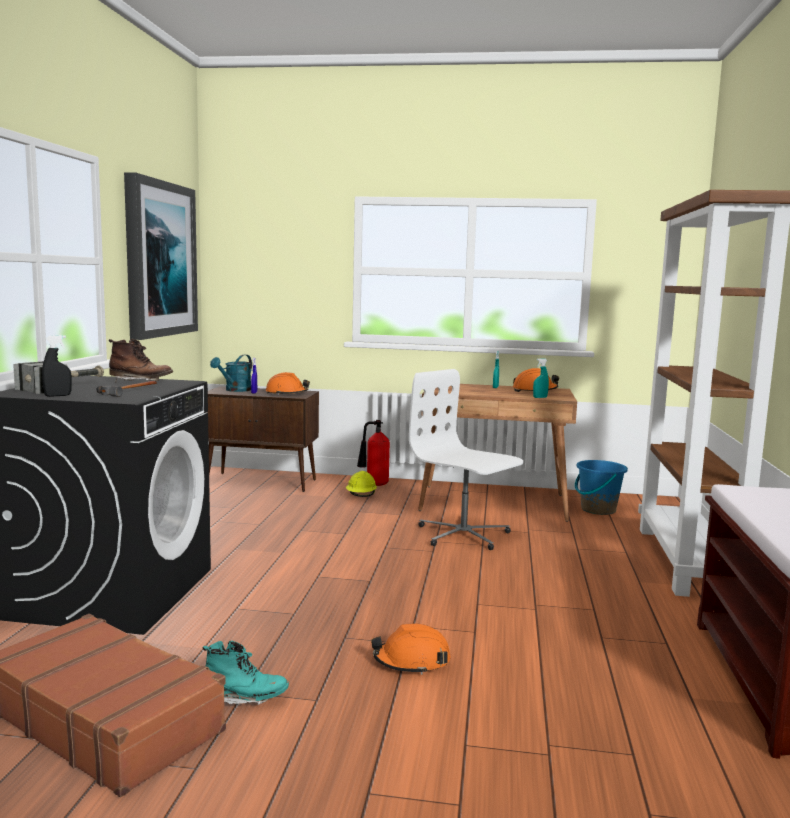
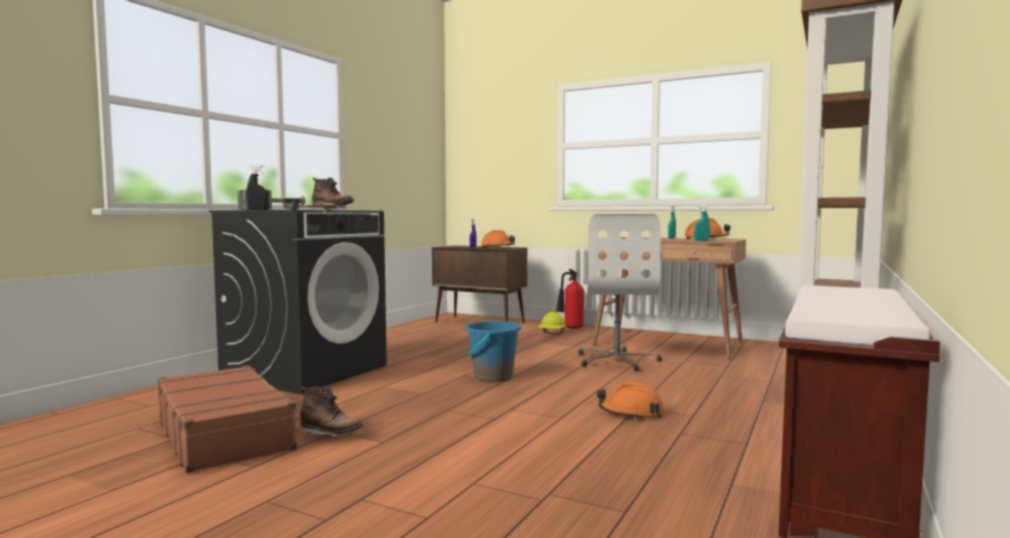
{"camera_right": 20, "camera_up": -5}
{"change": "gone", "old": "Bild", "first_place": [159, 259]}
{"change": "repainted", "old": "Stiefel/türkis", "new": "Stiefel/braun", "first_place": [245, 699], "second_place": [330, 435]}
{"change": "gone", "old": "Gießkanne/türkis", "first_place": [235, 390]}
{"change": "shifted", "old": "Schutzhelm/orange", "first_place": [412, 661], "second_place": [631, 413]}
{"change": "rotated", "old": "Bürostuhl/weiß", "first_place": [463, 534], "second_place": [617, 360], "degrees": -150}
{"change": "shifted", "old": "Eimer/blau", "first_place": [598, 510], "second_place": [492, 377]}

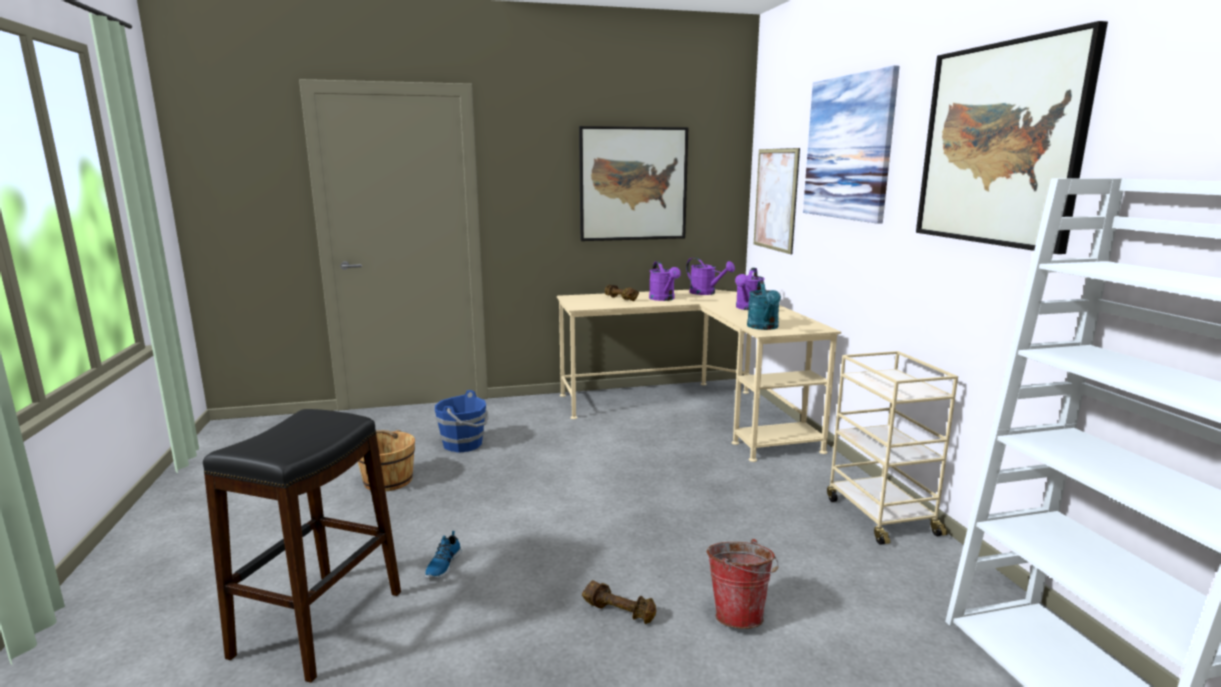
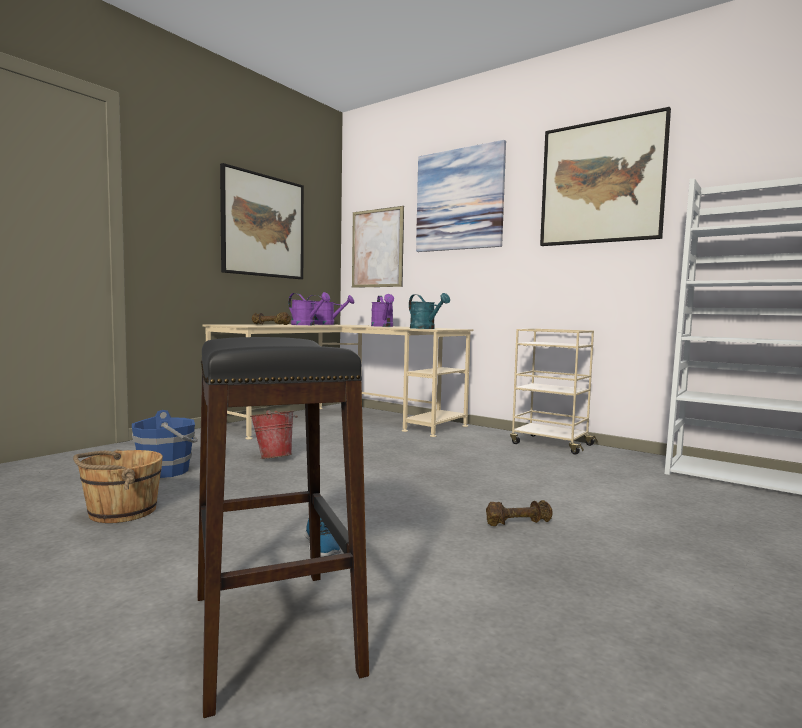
{"camera_right": -40, "camera_up": -10}
{"change": "shifted", "old": "Eimer", "first_place": [739, 614], "second_place": [274, 457]}

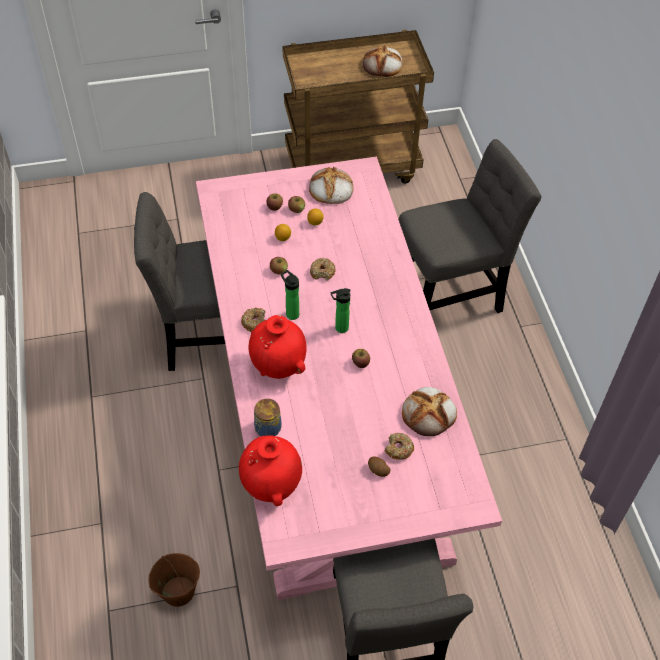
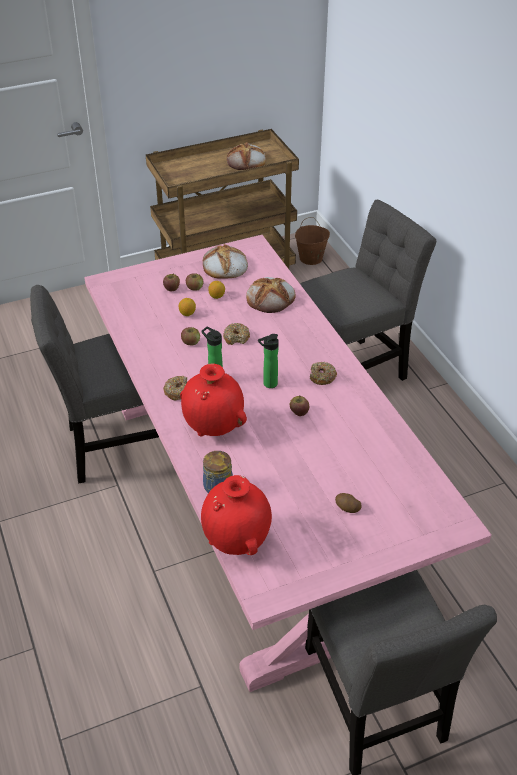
{"camera_right": -10, "camera_up": -10}
{"change": "shifted", "old": "Eimer/braun", "first_place": [178, 591], "second_place": [310, 258]}
{"change": "shifted", "old": "Donut", "first_place": [398, 449], "second_place": [322, 377]}
{"change": "shifted", "old": "Brot", "first_place": [429, 414], "second_place": [271, 298]}

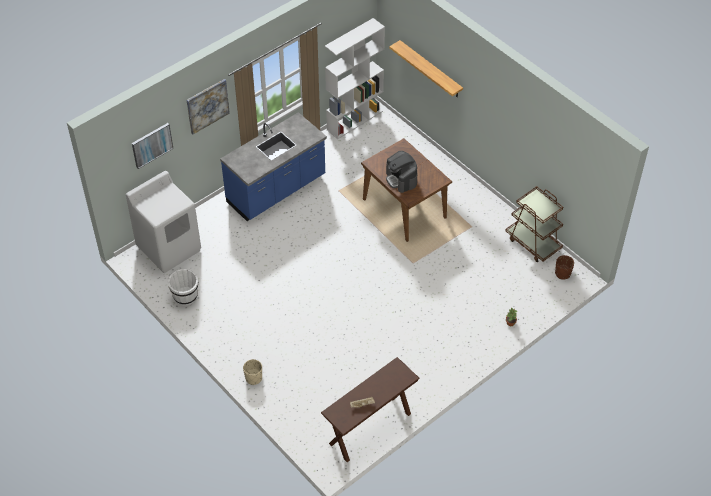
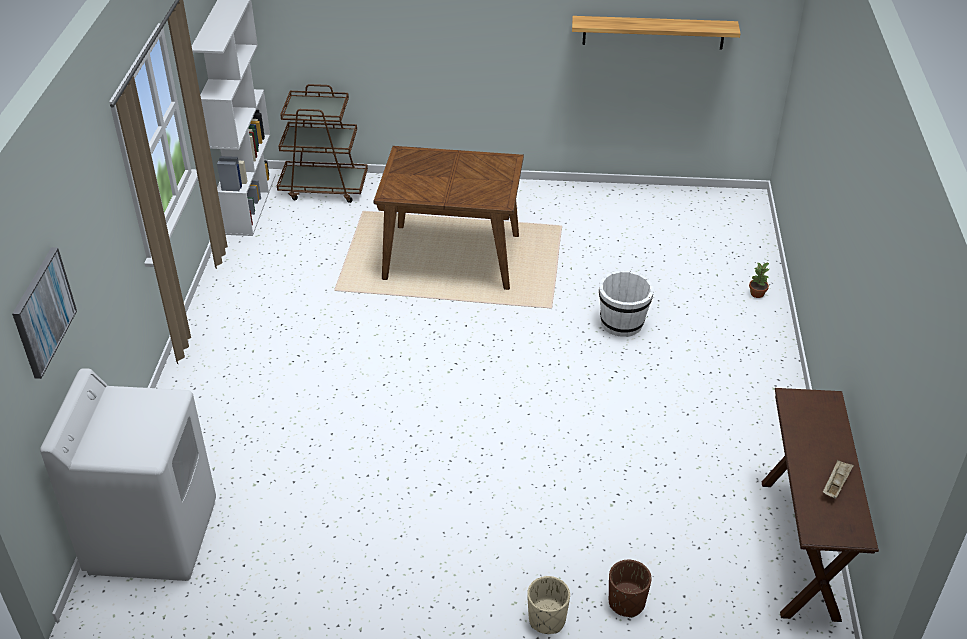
{"camera_right": -45, "camera_up": -10}
{"change": "shifted", "old": "Eimer/weiß", "first_place": [185, 297], "second_place": [622, 323]}
{"change": "gone", "old": "Bild", "first_place": [207, 106]}
{"change": "gone", "old": "Küchenzeile/blau", "first_place": [276, 190]}
{"change": "gone", "old": "Kaffeemaschine", "first_place": [401, 179]}
{"change": "shifted", "old": "Wandregal", "first_place": [430, 69], "second_place": [653, 32]}
{"change": "shifted", "old": "Rollwagen/braun", "first_place": [533, 243], "second_place": [324, 187]}
{"change": "shifted", "old": "Pflanzkübel/braun", "first_place": [562, 273], "second_place": [626, 602]}

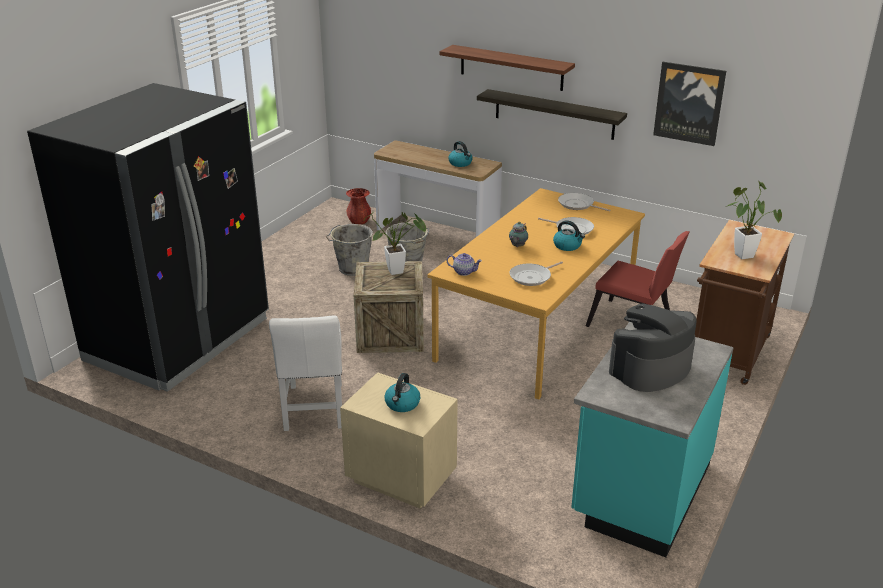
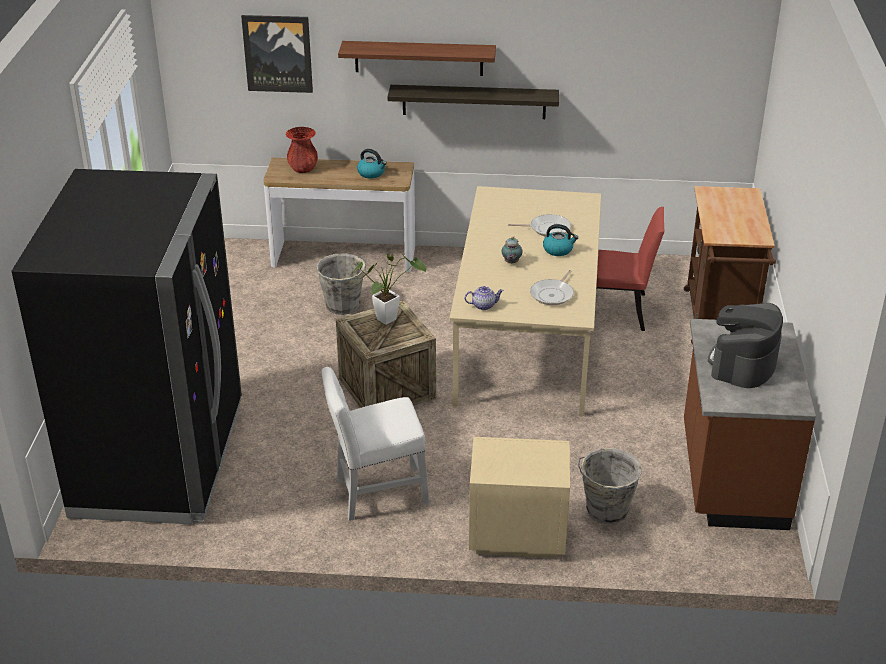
{"camera_right": -25, "camera_up": 5}
{"change": "rotated", "old": "Stuhl/weiß", "first_place": [314, 410], "second_place": [376, 493], "degrees": 105}
{"change": "shifted", "old": "Eimer/grau", "first_place": [352, 269], "second_place": [605, 511]}
{"change": "shifted", "old": "Vase/rot", "first_place": [359, 221], "second_place": [303, 169]}
{"change": "gone", "old": "Wasserkessel", "first_place": [402, 404]}
{"change": "repainted", "old": "Esstisch/orange", "new": "Esstisch/beige", "first_place": [536, 325], "second_place": [525, 337]}
{"change": "gone", "old": "Pfanne", "first_place": [577, 205]}
{"change": "repainted", "old": "Küchenzeile/türkis", "new": "Küchenzeile/braun", "first_place": [640, 491], "second_place": [731, 477]}
{"change": "shifted", "old": "Bild", "first_place": [689, 103], "second_place": [278, 53]}
{"change": "gone", "old": "Topfpflanze", "first_place": [741, 253]}

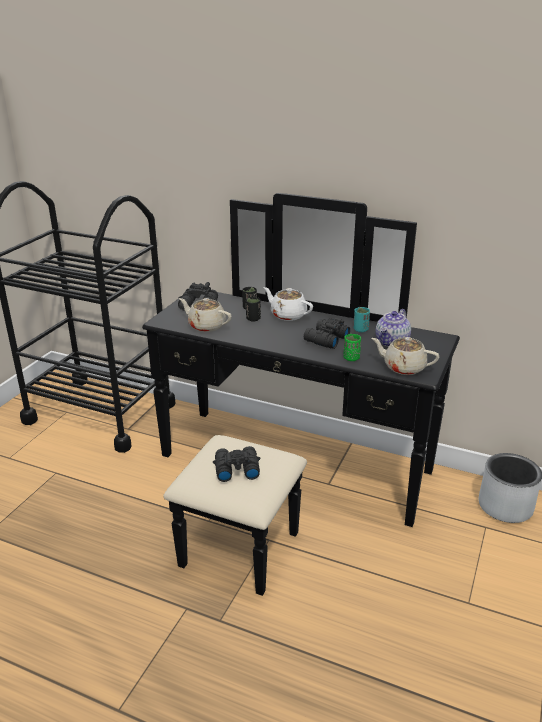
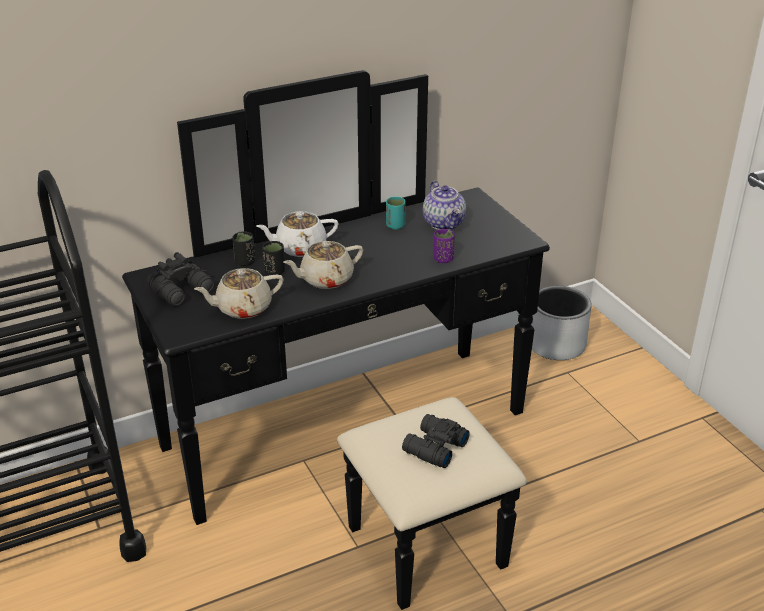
{"camera_right": -50, "camera_up": 5}
{"change": "gone", "old": "Fernglas/schwarz", "first_place": [325, 339]}
{"change": "repainted", "old": "Tasse/grün", "new": "Tasse/lila", "first_place": [351, 358], "second_place": [443, 259]}
{"change": "shifted", "old": "Teekanne/beige", "first_place": [403, 367], "second_place": [325, 279]}

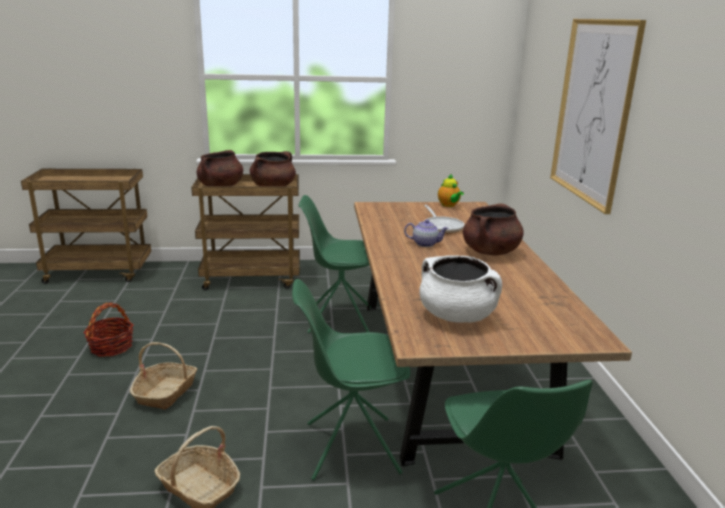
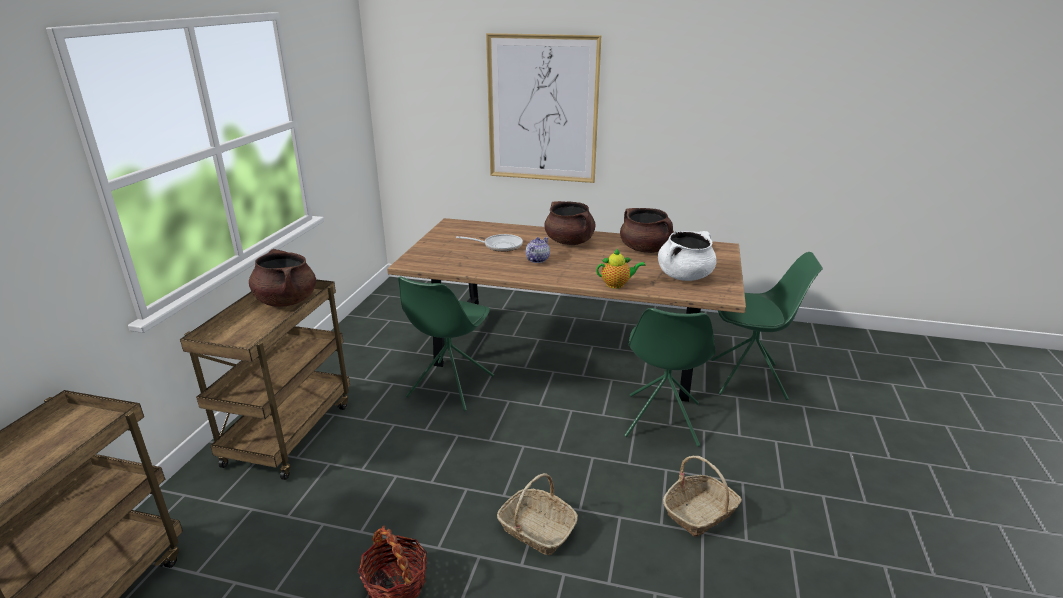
{"camera_right": -70, "camera_up": 5}
{"change": "shifted", "old": "Kochtopf/braun", "first_place": [220, 186], "second_place": [645, 249]}
{"change": "shifted", "old": "Teekanne", "first_place": [449, 205], "second_place": [617, 285]}

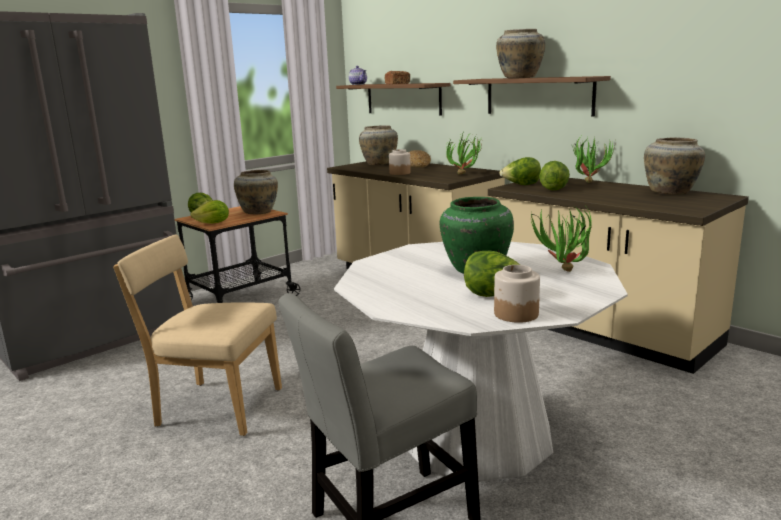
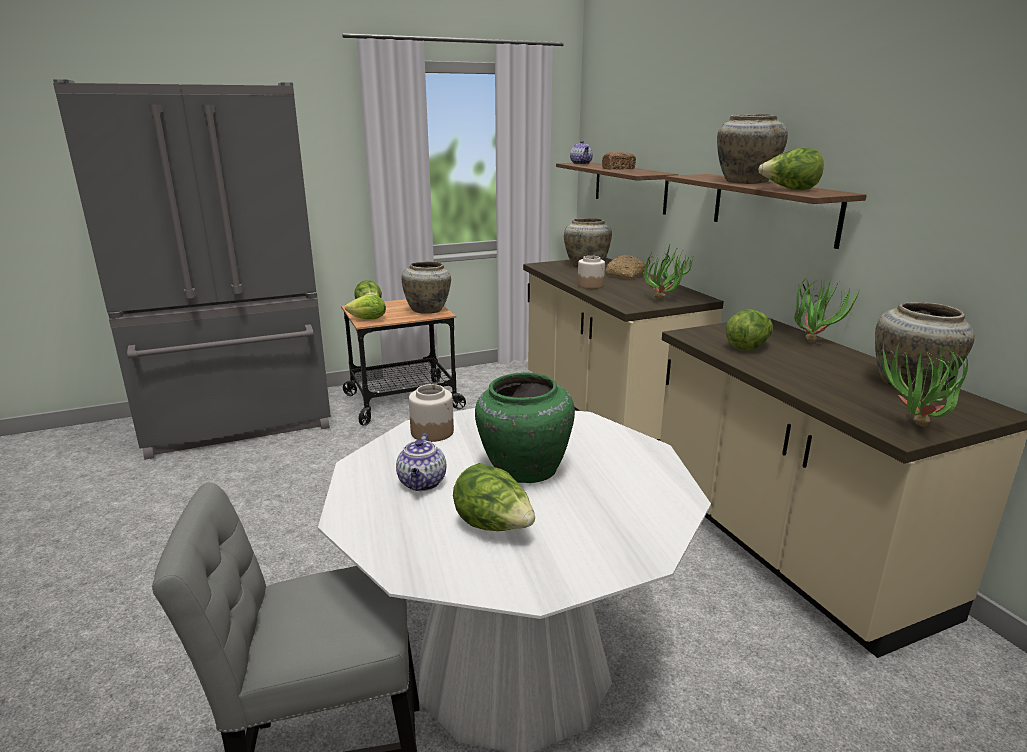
{"camera_right": 20, "camera_up": 5}
{"change": "gone", "old": "Stuhl/beige", "first_place": [214, 407]}
{"change": "shifted", "old": "Vorratsglas", "first_place": [515, 314], "second_place": [432, 432]}
{"change": "shifted", "old": "Salatkopf", "first_place": [521, 185], "second_place": [790, 190]}
{"change": "shifted", "old": "Topfpflanze", "first_place": [563, 274], "second_place": [914, 428]}
{"change": "new", "new": "Teekanne", "second_place": [422, 483]}

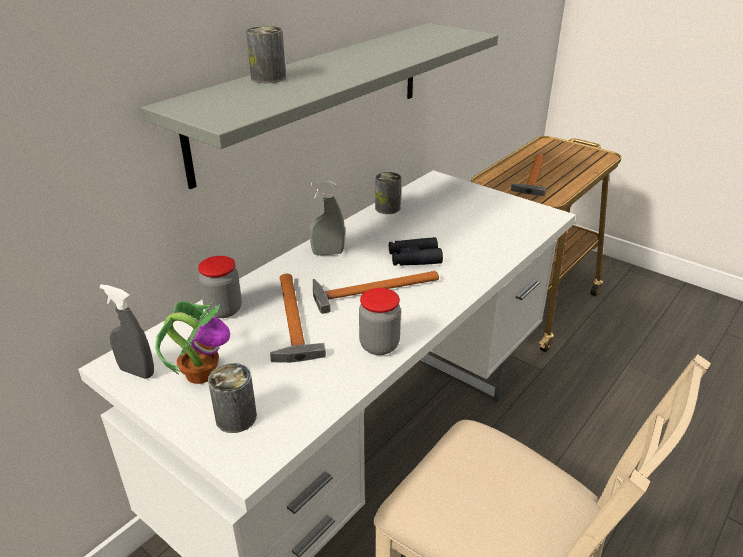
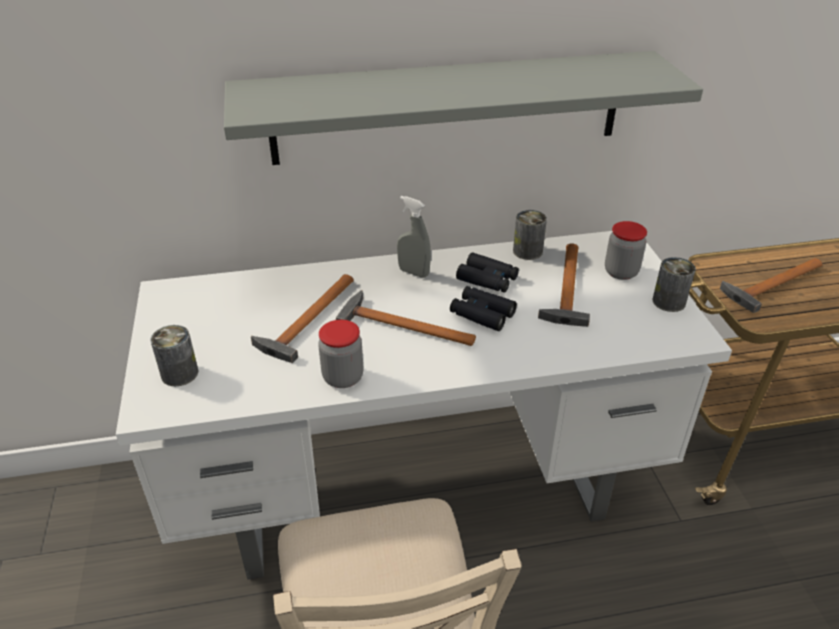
{"camera_right": 40, "camera_up": 5}
{"change": "gone", "old": "Sprühflasche/grau", "first_place": [137, 372]}
{"change": "gone", "old": "Topfpflanze", "first_place": [200, 373]}
{"change": "shifted", "old": "Vorratsglas", "first_place": [223, 310], "second_place": [621, 272]}
{"change": "shifted", "old": "Dose", "first_place": [268, 78], "second_place": [669, 302]}
{"change": "new", "new": "Fernglas/schwarz", "second_place": [487, 279]}
{"change": "new", "new": "Hammer", "second_place": [566, 289]}

